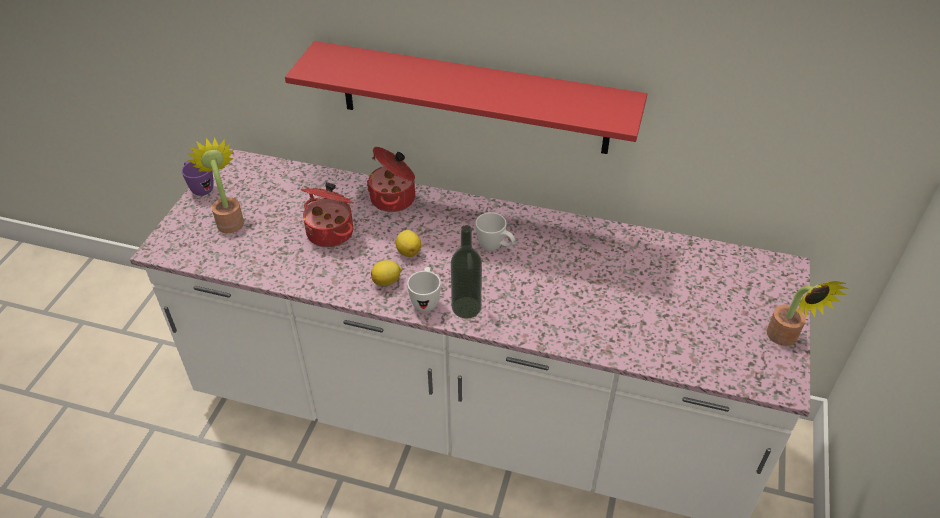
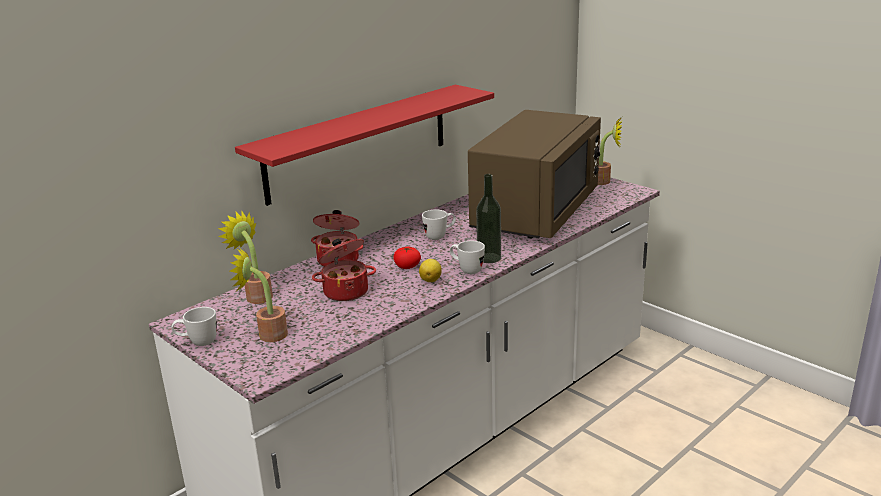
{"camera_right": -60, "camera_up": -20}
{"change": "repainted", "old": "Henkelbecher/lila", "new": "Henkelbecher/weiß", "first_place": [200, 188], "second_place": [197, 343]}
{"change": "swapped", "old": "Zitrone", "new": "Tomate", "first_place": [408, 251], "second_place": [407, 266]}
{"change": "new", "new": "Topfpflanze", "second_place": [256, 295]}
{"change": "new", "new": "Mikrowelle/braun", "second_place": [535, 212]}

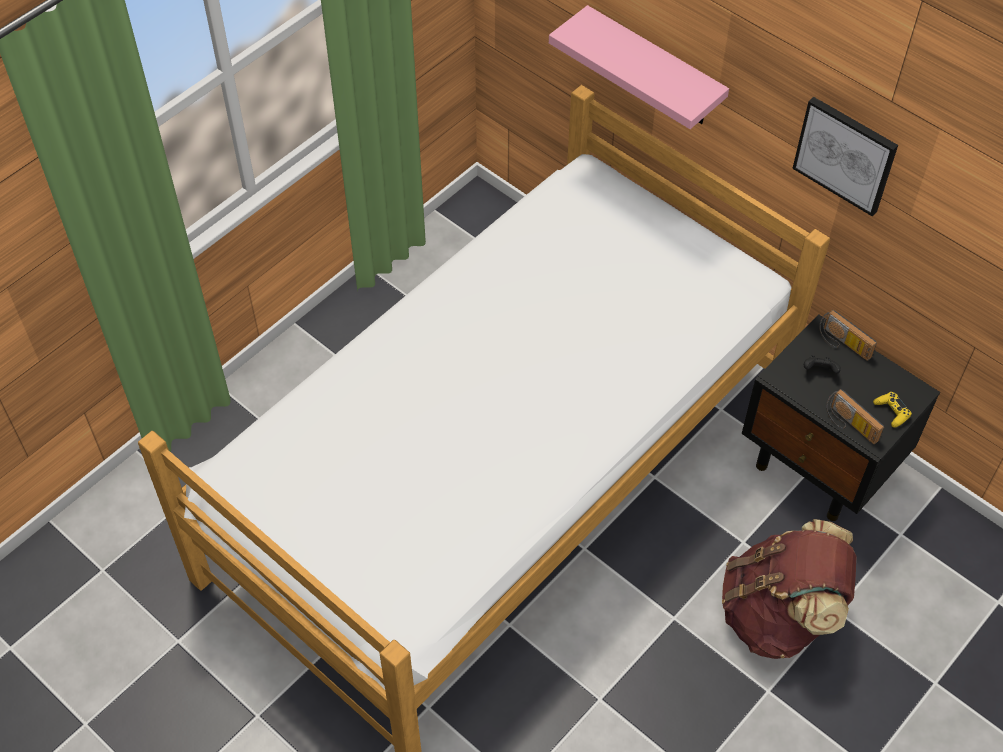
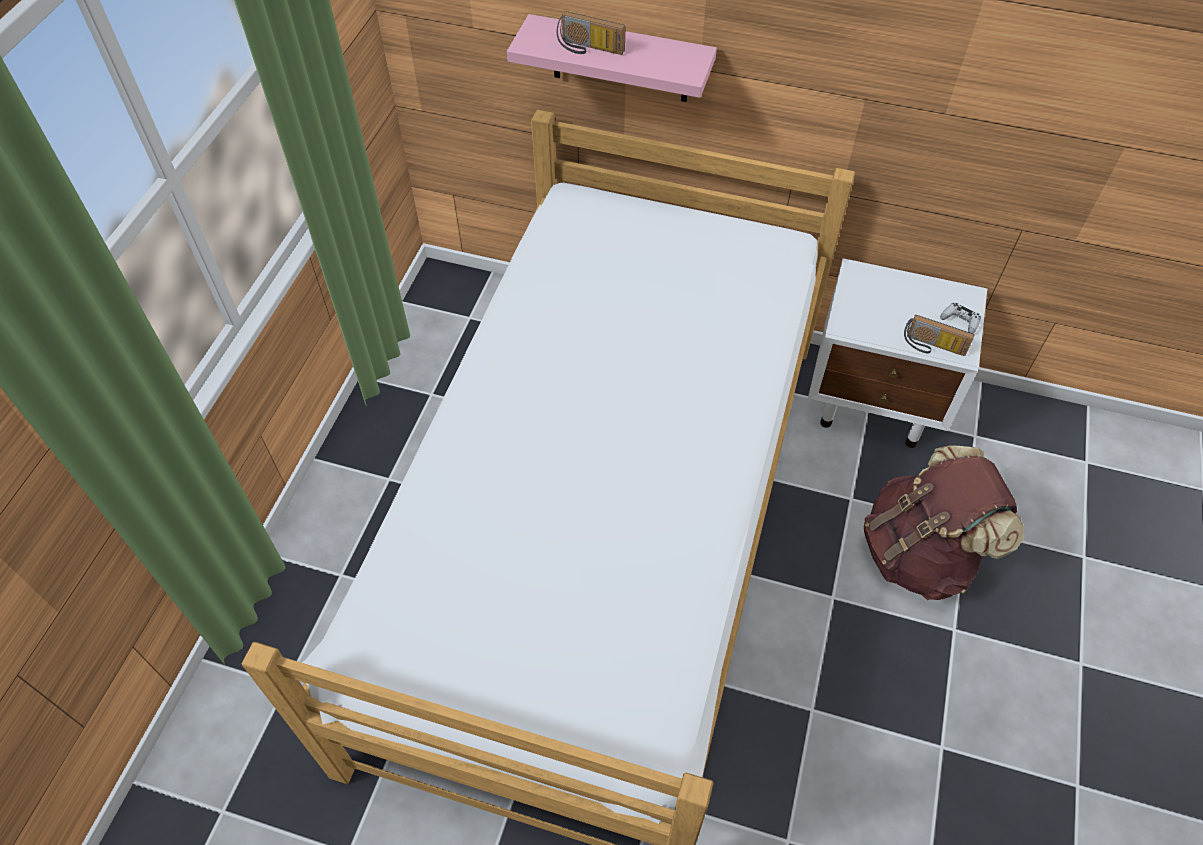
{"camera_right": -25, "camera_up": 0}
{"change": "repainted", "old": "Nachttisch/schwarz", "new": "Nachttisch/weiß", "first_place": [821, 466], "second_place": [875, 403]}
{"change": "gone", "old": "Bild", "first_place": [845, 154]}
{"change": "gone", "old": "Gamepad/schwarz", "first_place": [819, 371]}
{"change": "shifted", "old": "Radio", "first_place": [842, 344], "second_place": [589, 49]}
{"change": "repainted", "old": "Gamepad/gelb", "new": "Gamepad/weiß", "first_place": [892, 412], "second_place": [960, 321]}

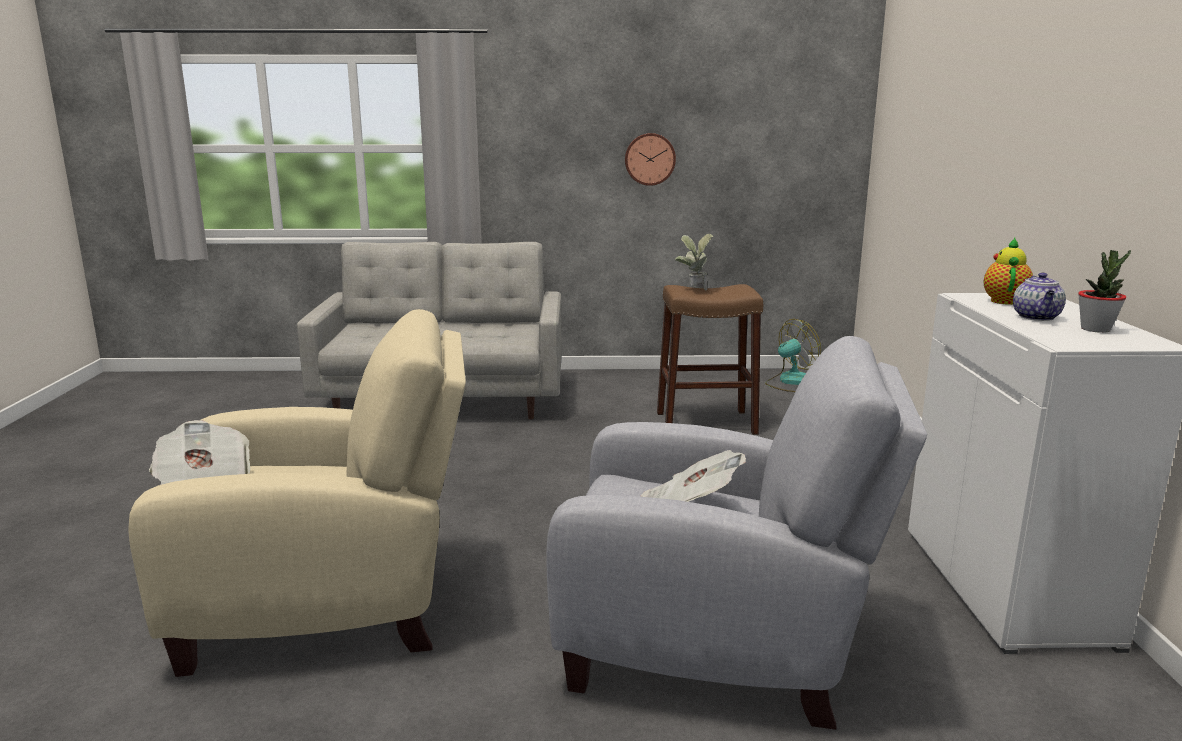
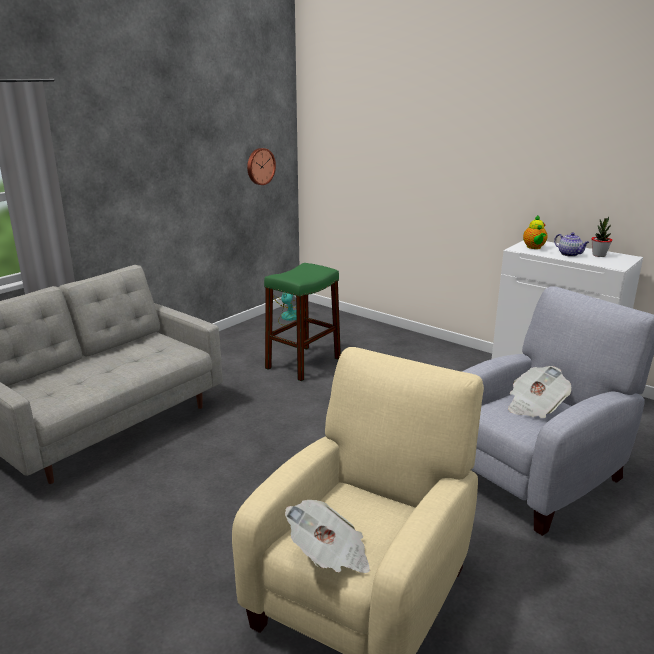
{"camera_right": -50, "camera_up": 5}
{"change": "shifted", "old": "Wanduhr", "first_place": [649, 159], "second_place": [260, 166]}
{"change": "repainted", "old": "Hocker/braun", "new": "Hocker/grün", "first_place": [706, 423], "second_place": [303, 363]}
{"change": "gone", "old": "Topfpflanze", "first_place": [694, 290]}
{"change": "rotated", "old": "Teekanne", "first_place": [1004, 300], "second_place": [534, 247], "degrees": -150}

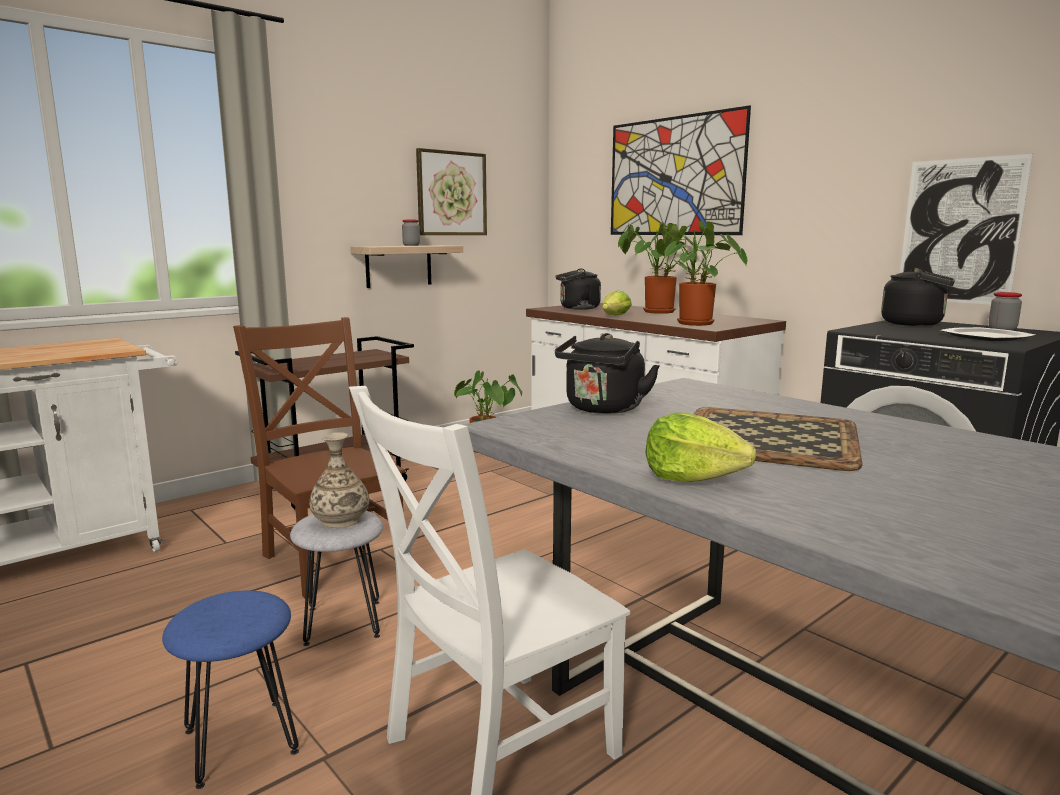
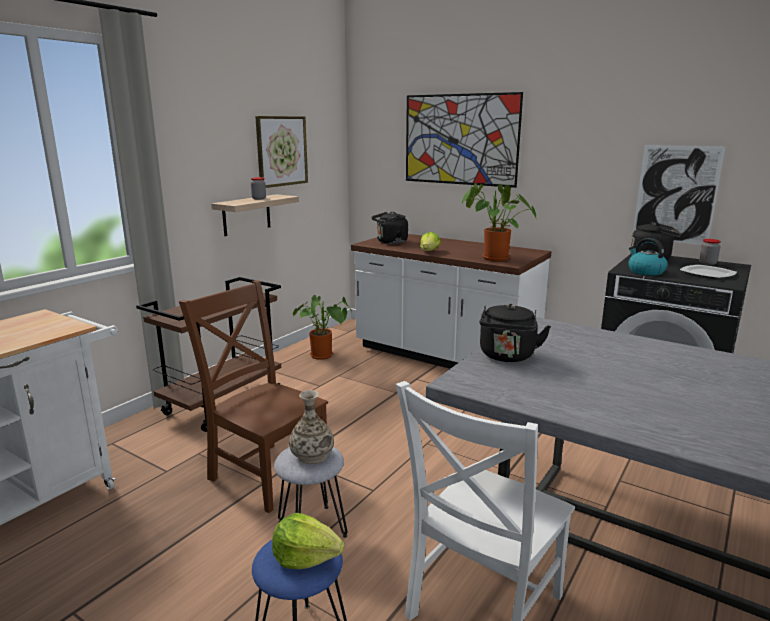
{"camera_right": -15, "camera_up": 5}
{"change": "gone", "old": "Topfpflanze", "first_place": [655, 312]}
{"change": "shifted", "old": "Salatkopf", "first_place": [692, 477], "second_place": [305, 557]}
{"change": "gone", "old": "Tablett", "first_place": [769, 439]}
{"change": "new", "new": "Wasserkessel", "second_place": [645, 271]}

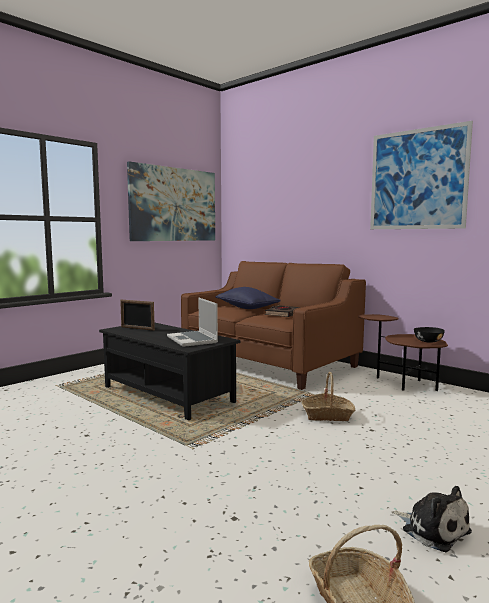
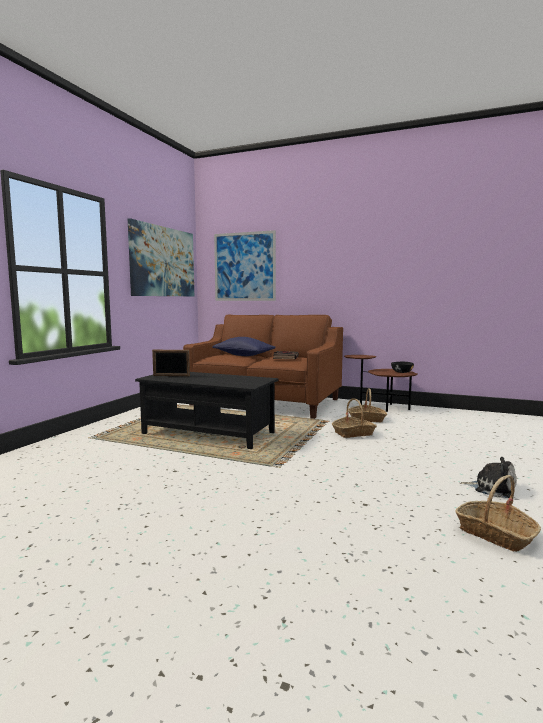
{"camera_right": -20, "camera_up": 0}
{"change": "gone", "old": "Laptop", "first_place": [193, 340]}
{"change": "shifted", "old": "Bild", "first_place": [417, 179], "second_place": [244, 266]}
{"change": "new", "new": "Korb", "second_place": [367, 419]}

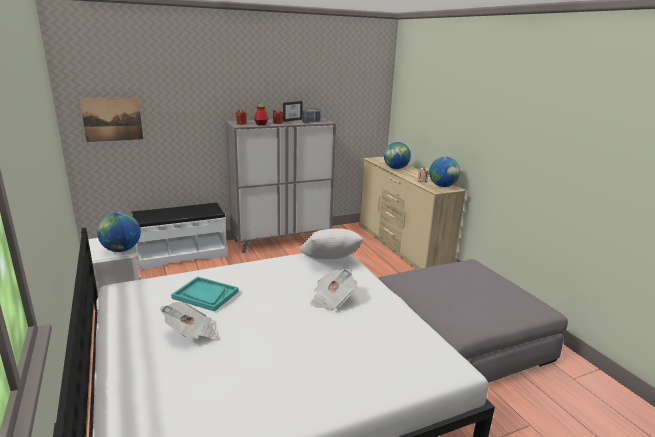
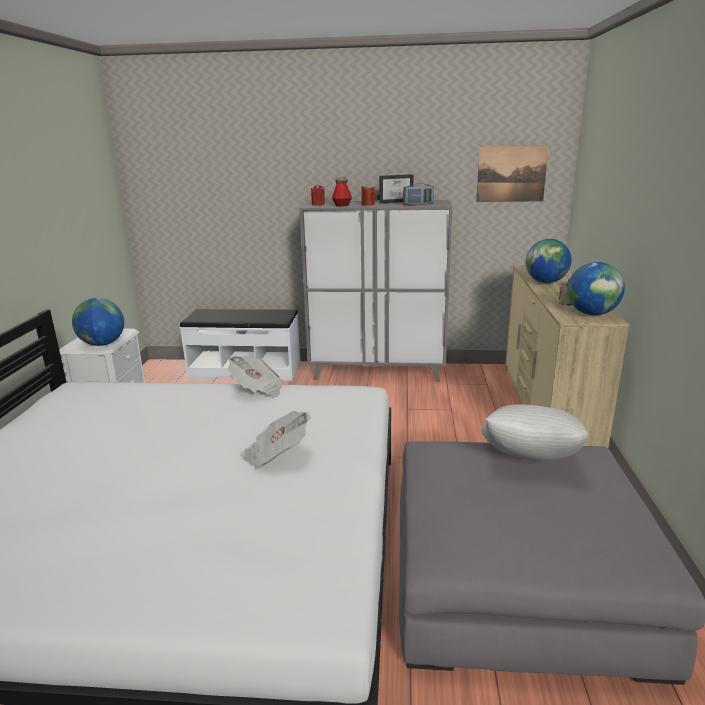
{"camera_right": 30, "camera_up": 0}
{"change": "shifted", "old": "Bild", "first_place": [112, 119], "second_place": [511, 174]}
{"change": "shifted", "old": "Zeitung", "first_place": [191, 333], "second_place": [258, 389]}
{"change": "gone", "old": "Tablett/türkis", "first_place": [205, 295]}
{"change": "shifted", "old": "Kissen/weiß", "first_place": [330, 261], "second_place": [527, 461]}

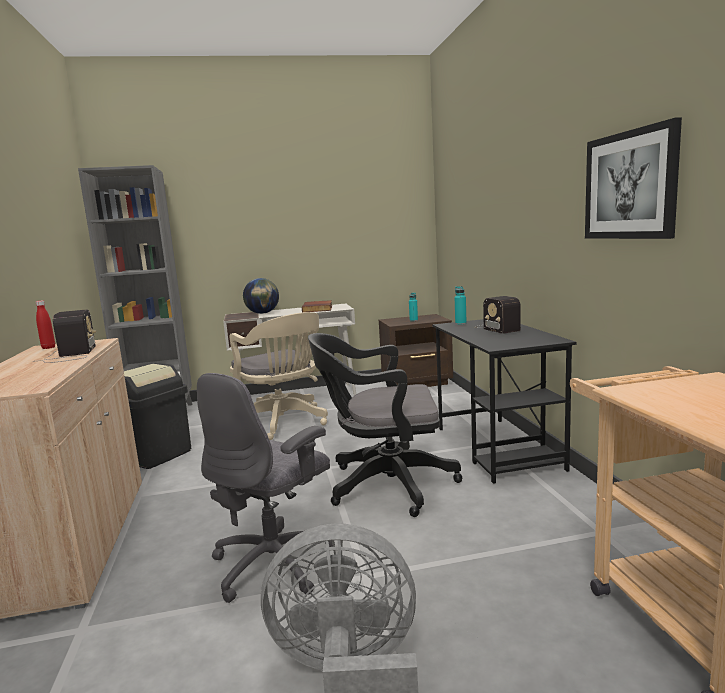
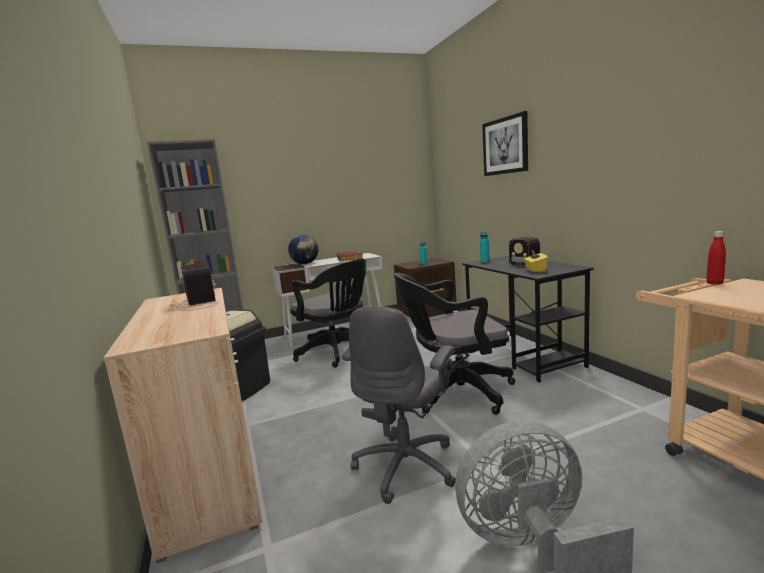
{"camera_right": -10, "camera_up": 0}
{"change": "shifted", "old": "Flasche/rot", "first_place": [48, 347], "second_place": [714, 283]}
{"change": "repainted", "old": "Bürostuhl/beige", "new": "Bürostuhl/schwarz", "first_place": [284, 423], "second_place": [338, 353]}
{"change": "shifted", "old": "Bild", "first_place": [630, 185], "second_place": [505, 146]}
{"change": "new", "new": "Taschentuchbox/gelb", "second_place": [535, 270]}

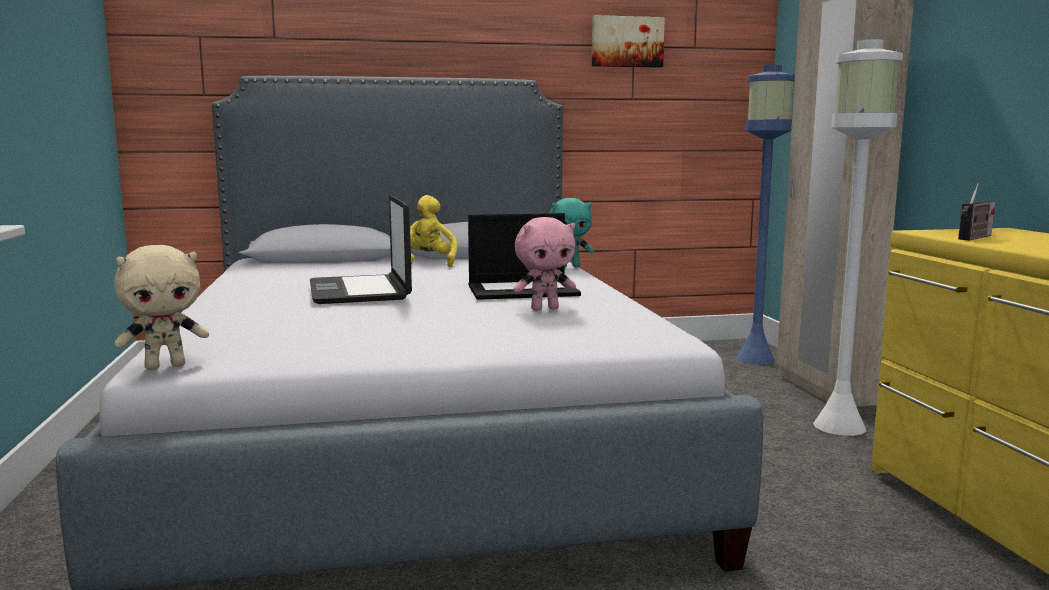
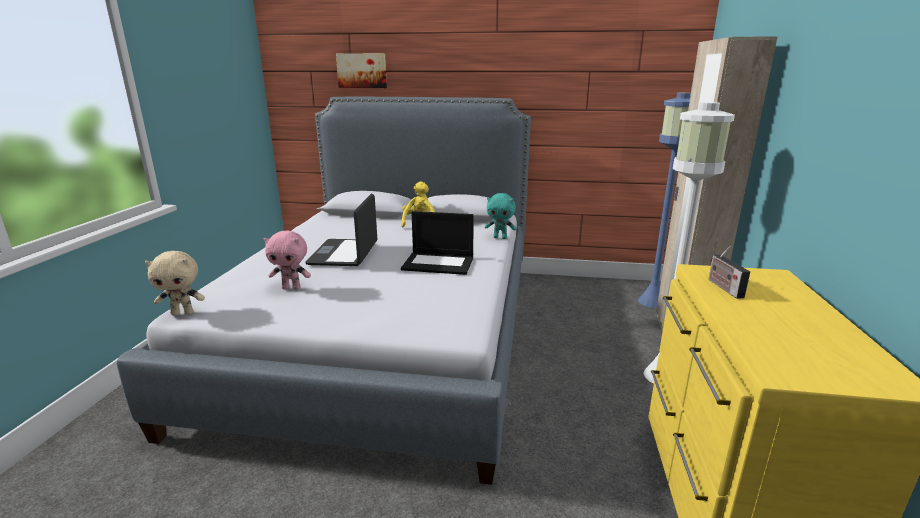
{"camera_right": 20, "camera_up": 10}
{"change": "shifted", "old": "Plüschtier/rosa", "first_place": [544, 308], "second_place": [292, 288]}
{"change": "shifted", "old": "Bild", "first_place": [627, 42], "second_place": [362, 70]}
{"change": "rotated", "old": "Radio", "first_place": [975, 237], "second_place": [723, 287], "degrees": 105}

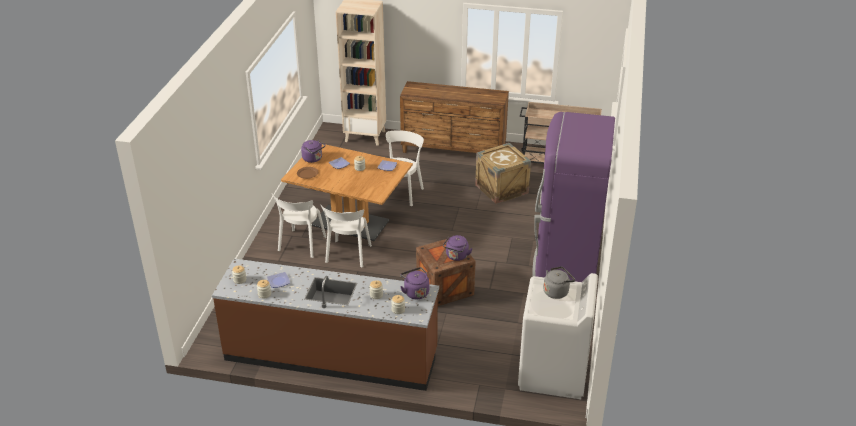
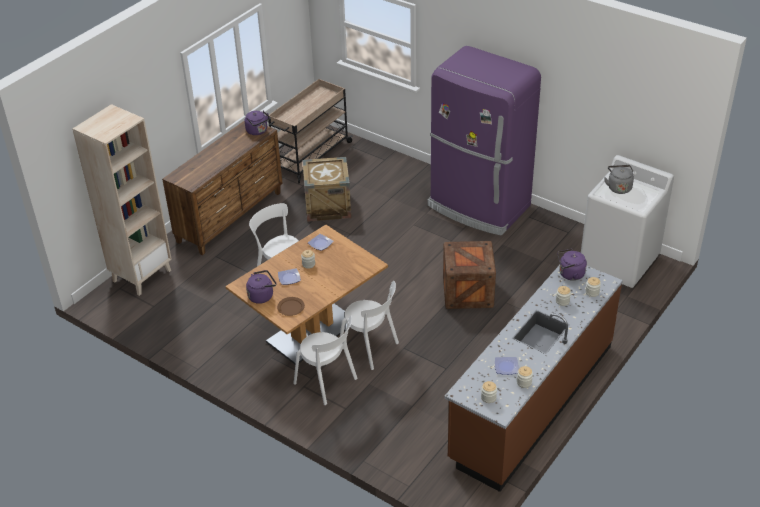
{"camera_right": -65, "camera_up": 5}
{"change": "shifted", "old": "Wasserkessel/lila", "first_place": [456, 256], "second_place": [258, 131]}

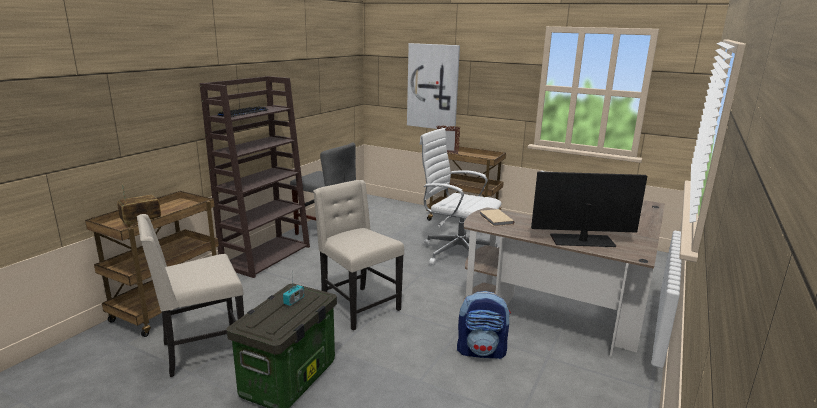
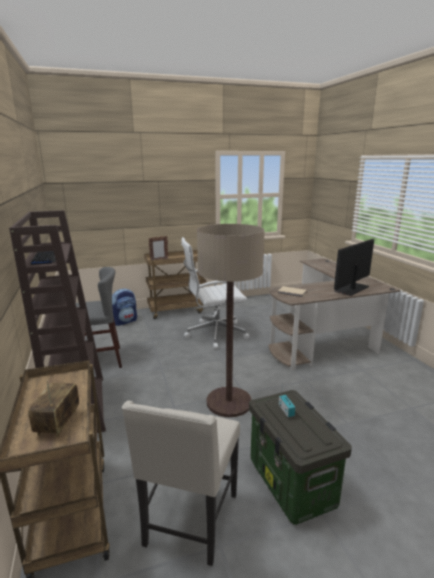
{"camera_right": -45, "camera_up": 0}
{"change": "swapped", "old": "Stuhl/beige", "new": "Stehlampe", "first_place": [358, 307], "second_place": [229, 402]}
{"change": "gone", "old": "Bild", "first_place": [433, 87]}
{"change": "shifted", "old": "Rucksack", "first_place": [481, 351], "second_place": [125, 321]}

